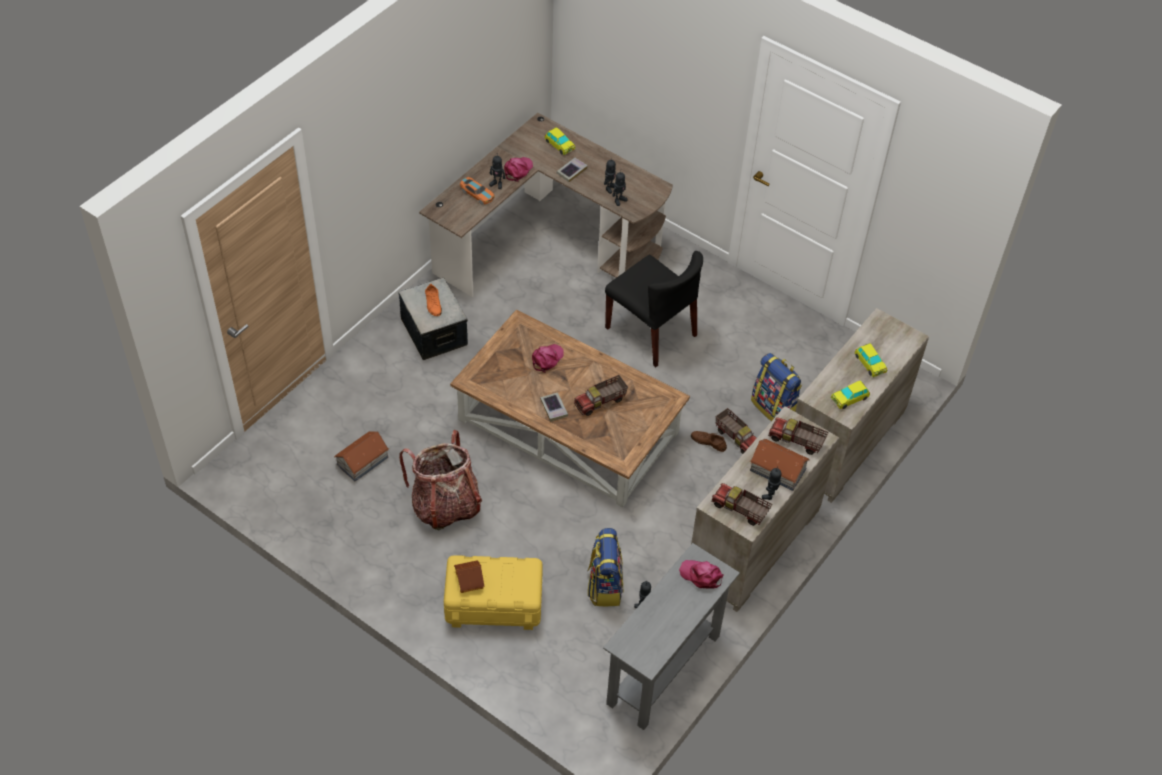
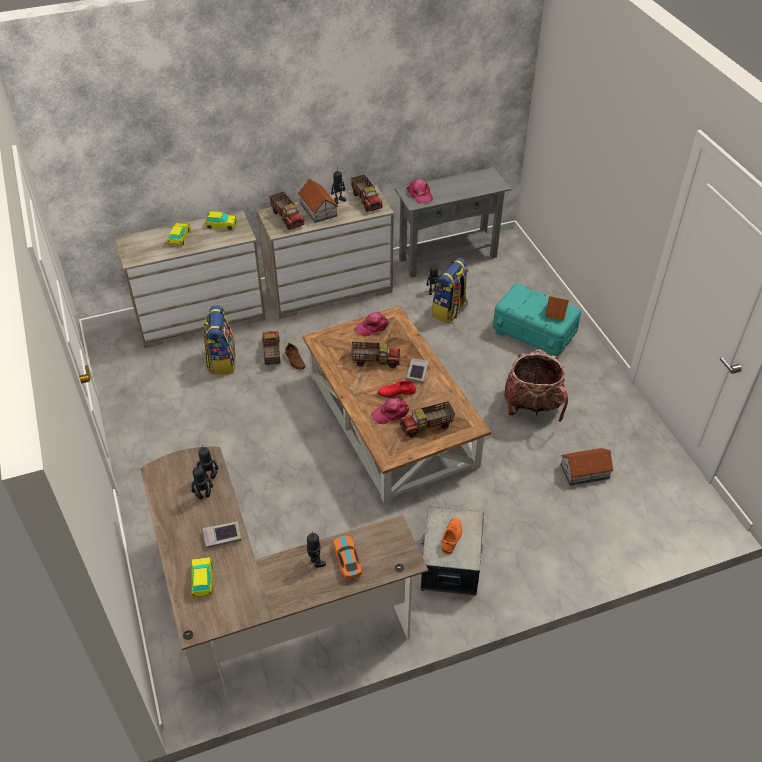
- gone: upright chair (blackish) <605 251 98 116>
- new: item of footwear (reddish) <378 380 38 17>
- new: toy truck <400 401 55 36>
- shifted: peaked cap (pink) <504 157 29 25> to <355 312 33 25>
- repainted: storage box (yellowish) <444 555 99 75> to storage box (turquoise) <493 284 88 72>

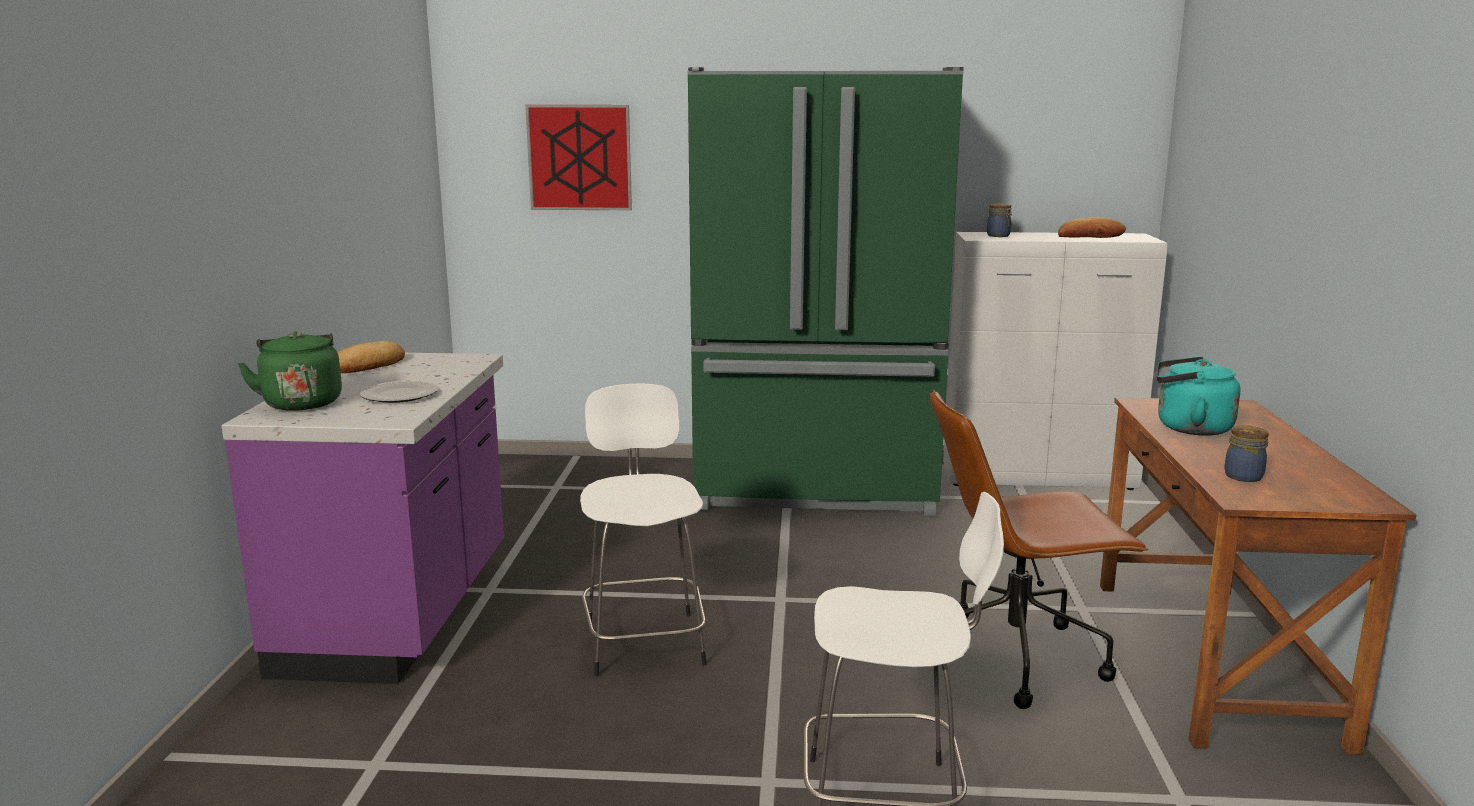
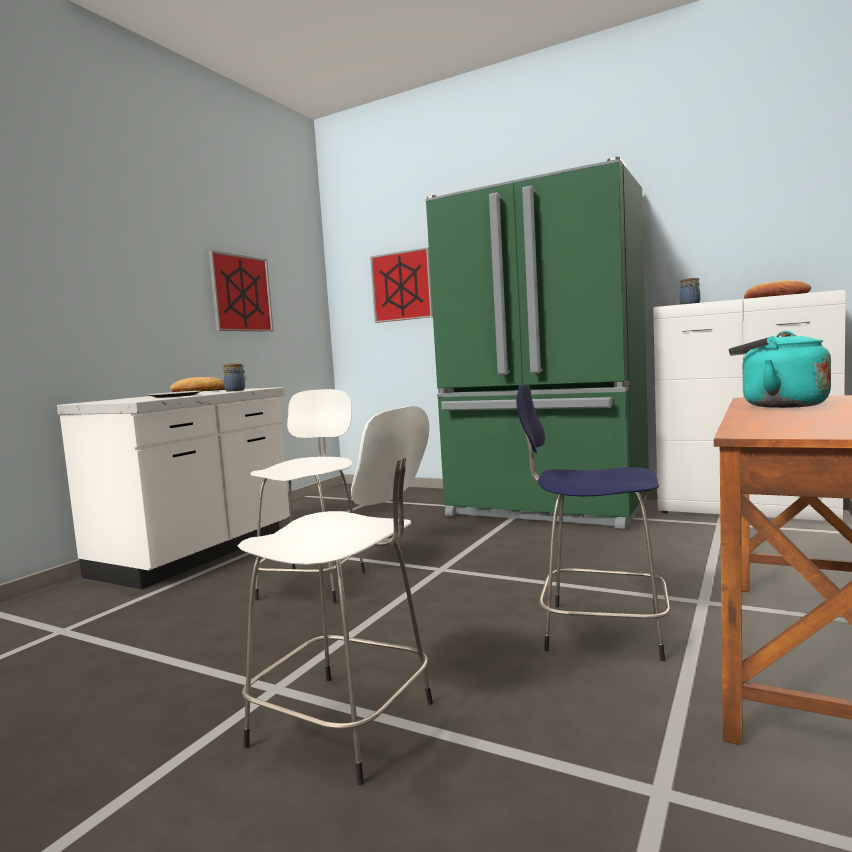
- gone: water kettle (green) <238 331 104 80>
- new: wall art <209 251 65 81>
- shifted: storage jar <1224 425 45 57> to <223 363 23 29>
- swapped: computer chair (brown-coloured) <930 390 218 319> to stool seat (blue) <516 385 154 276>
- repainted: kitchen counter (purple-coloured) <222 353 282 331> to kitchen counter (white-coloured) <57 387 233 202>

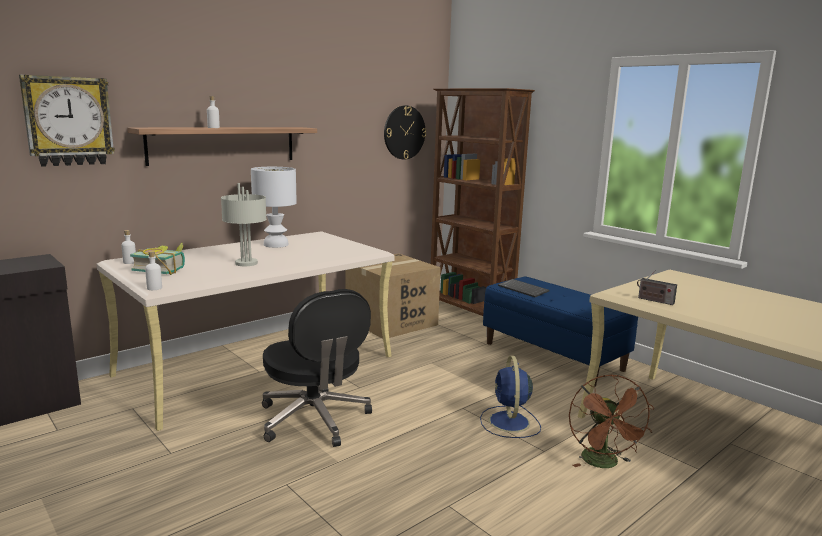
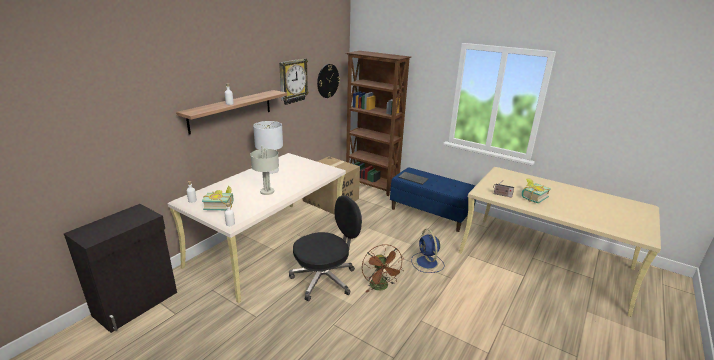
- new: bound book <522 178 29 25>
- shifted: wall clock <19 75 96 92> to <279 58 30 47>
- shifted: electric fan (brown-coloured) <569 374 85 94> to <362 244 42 48>
- rotated: computer chair (blackish) <262 289 110 158> = <289 196 73 105> 75 degrees counterclockwise

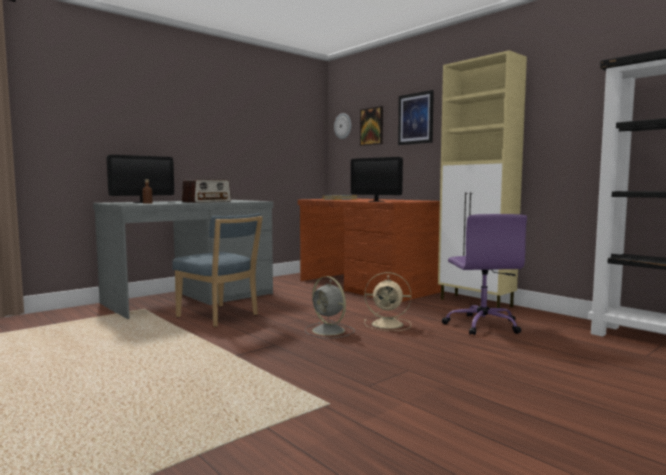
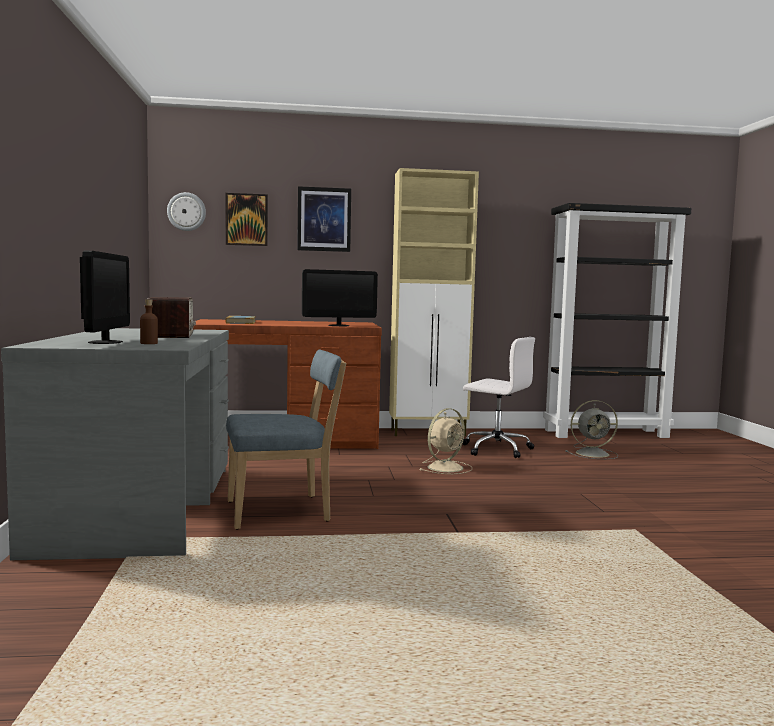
- shifted: electric fan (grey) <305 276 50 63> to <565 400 53 59>
- repainted: computer chair (purple-coloured) <442 214 85 121> to computer chair (white-coloured) <463 337 72 121>

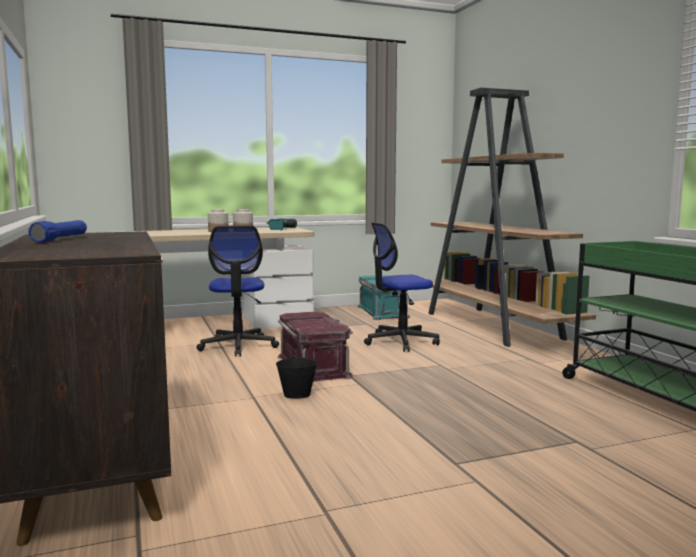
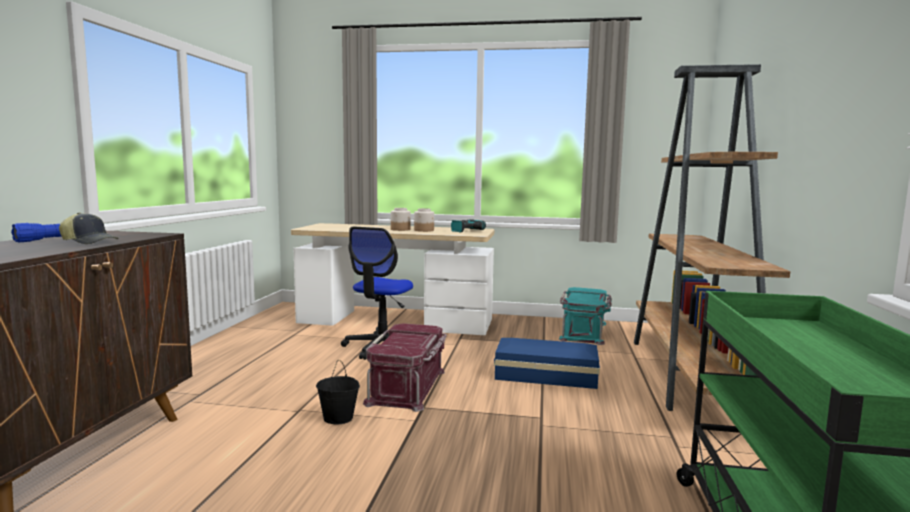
- new: peaked cap <59 212 60 32>
- swapped: computer chair <364 222 76 130> to storage box (blue) <494 338 106 51>

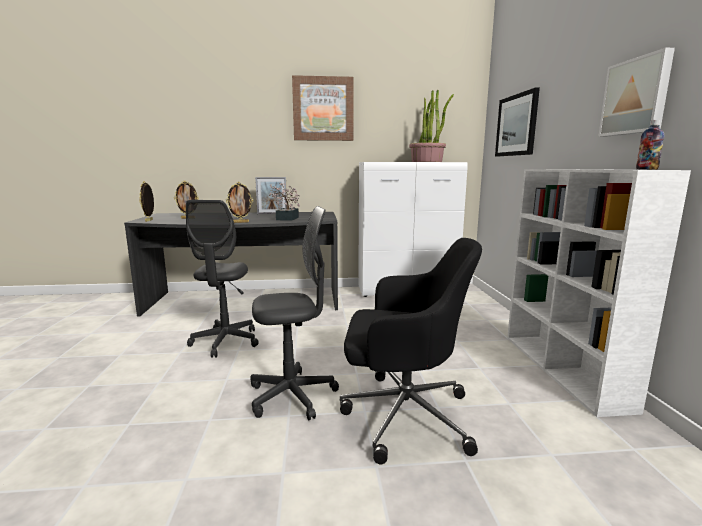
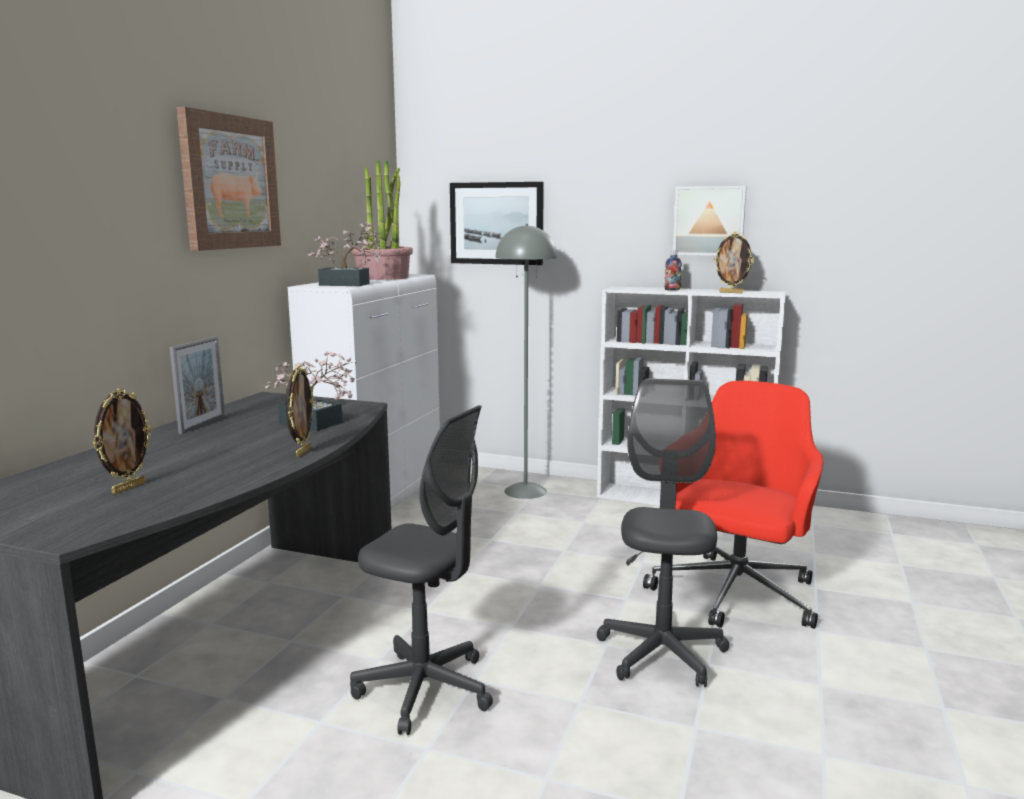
- new: houseplant <308 222 74 64>
- new: floor lamp (grey) <496 224 62 275>
- shifted: photo frame <139 181 15 41> to <713 232 41 61>
- shifted: beverage bottle <636 120 28 50> to <664 251 18 39>
- repainted: computer chair (blackish) <340 238 142 226> to computer chair (reddish) <643 381 180 248>

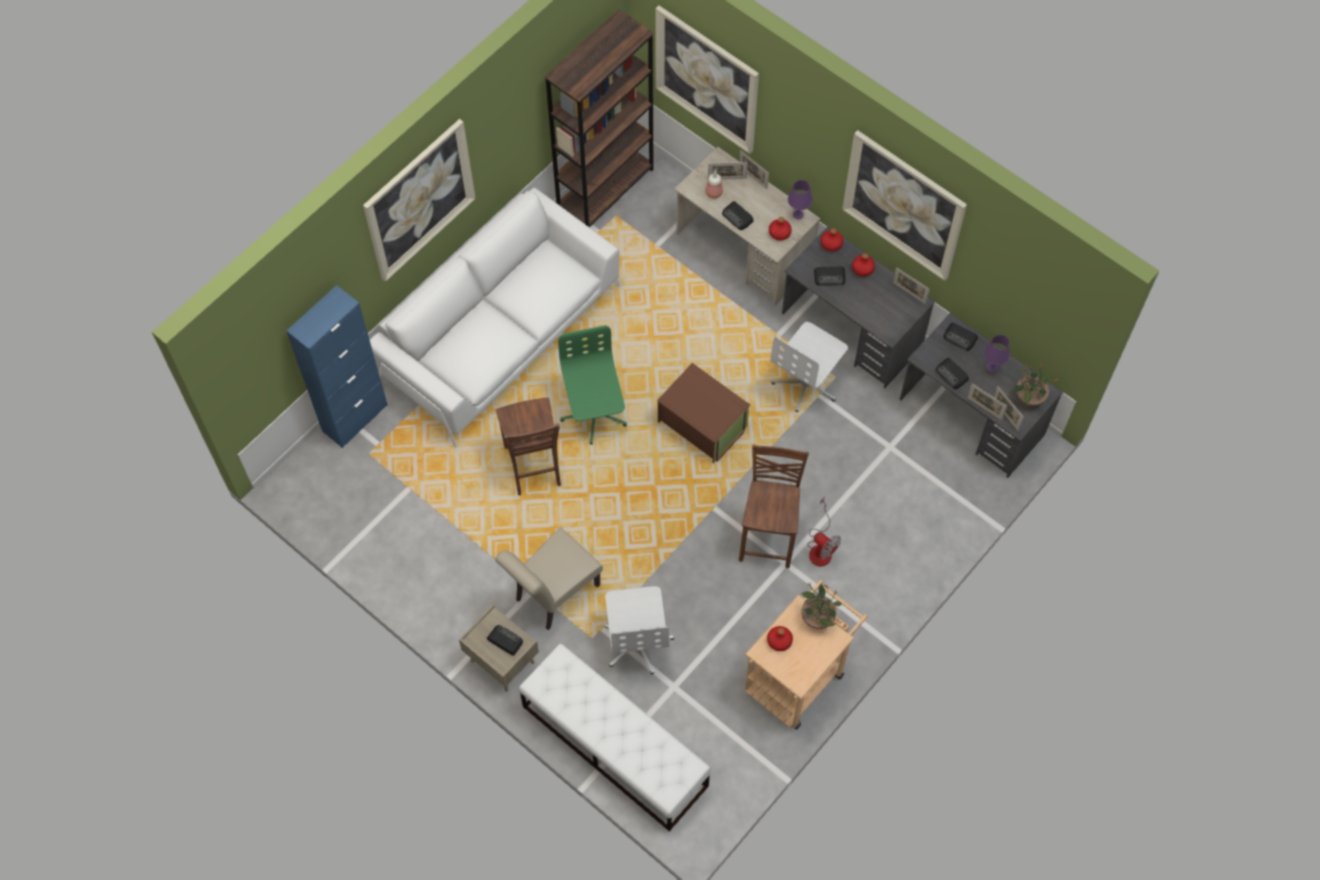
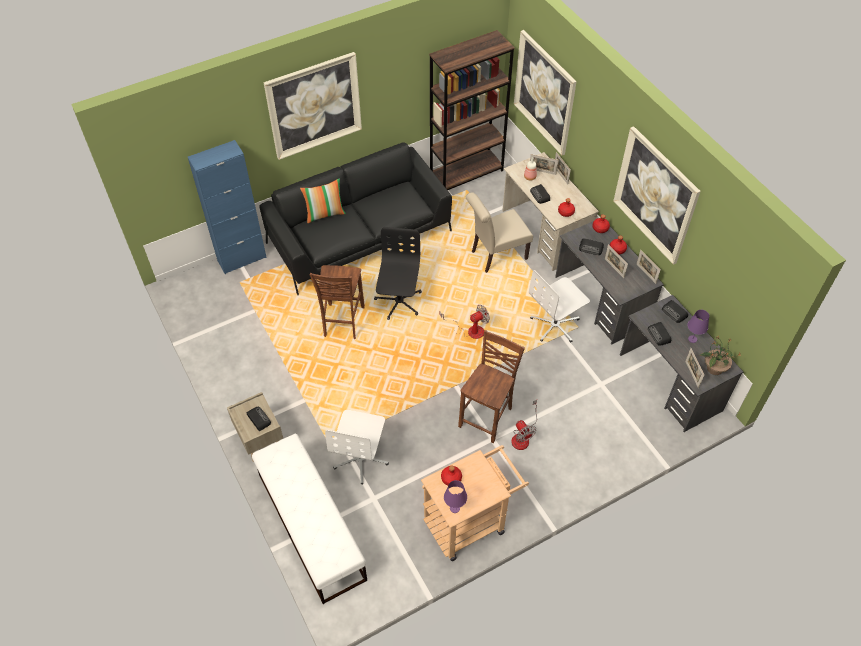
- gone: houseplant <801 583 41 46>
- new: cushion <300 179 46 44>
- shifted: upright chair (sand-coloured) <495 527 108 103> to <466 192 67 81>
- shifted: table lamp (purple-coloured) <788 180 24 39> to <444 480 23 33>
- shifted: photo frame <967 384 40 36> to <605 244 23 34>
- swapped: storage box (brown-coloured) <657 363 93 100> to electric fan <440 305 50 34>
- repainted: couch (white-coloured) <370 188 251 260> to couch (blackish) <259 142 193 153>
- repainted: computer chair (green) <558 325 69 120> to computer chair (blackish) <374 227 48 93>

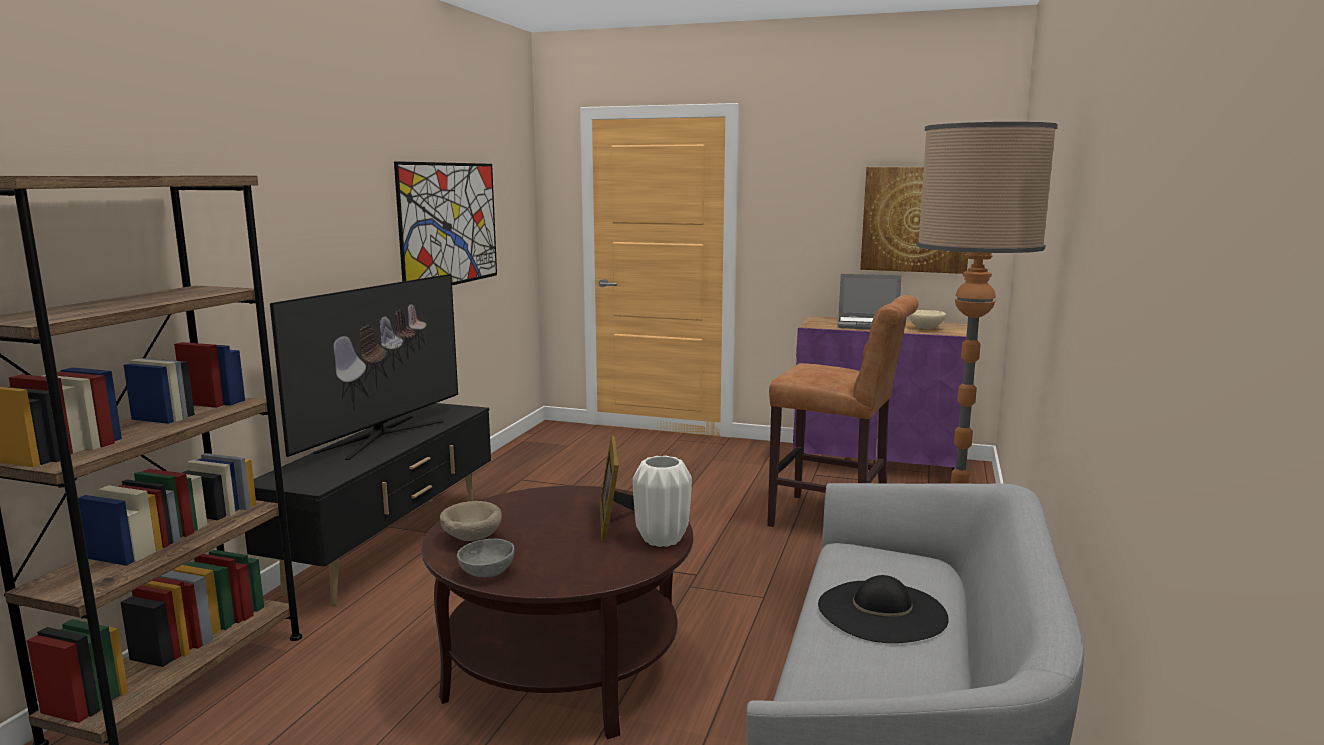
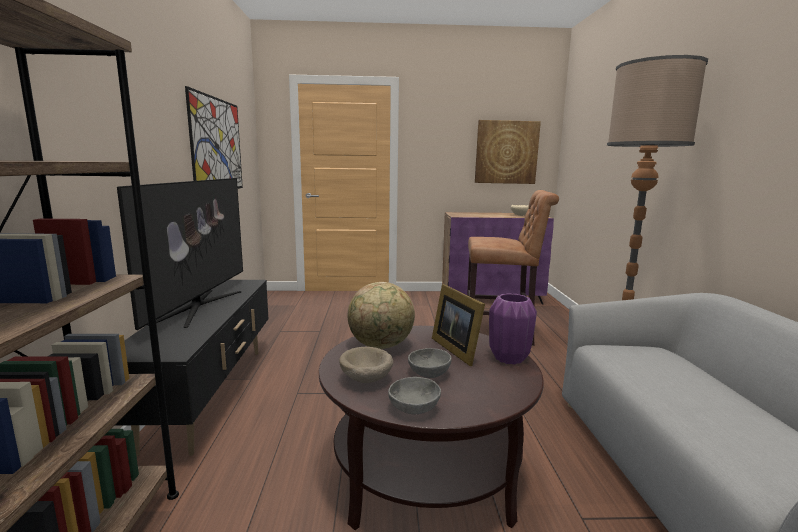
- gone: clothing hat (blackish) <818 575 131 68>
- gone: portable computer <838 274 64 55>
- new: globe <347 282 68 67>
- new: serving bowl (grey) <408 348 44 30>
- repainted: vase (white-coloured) <633 456 59 91> to vase (purple-coloured) <489 293 48 71>

